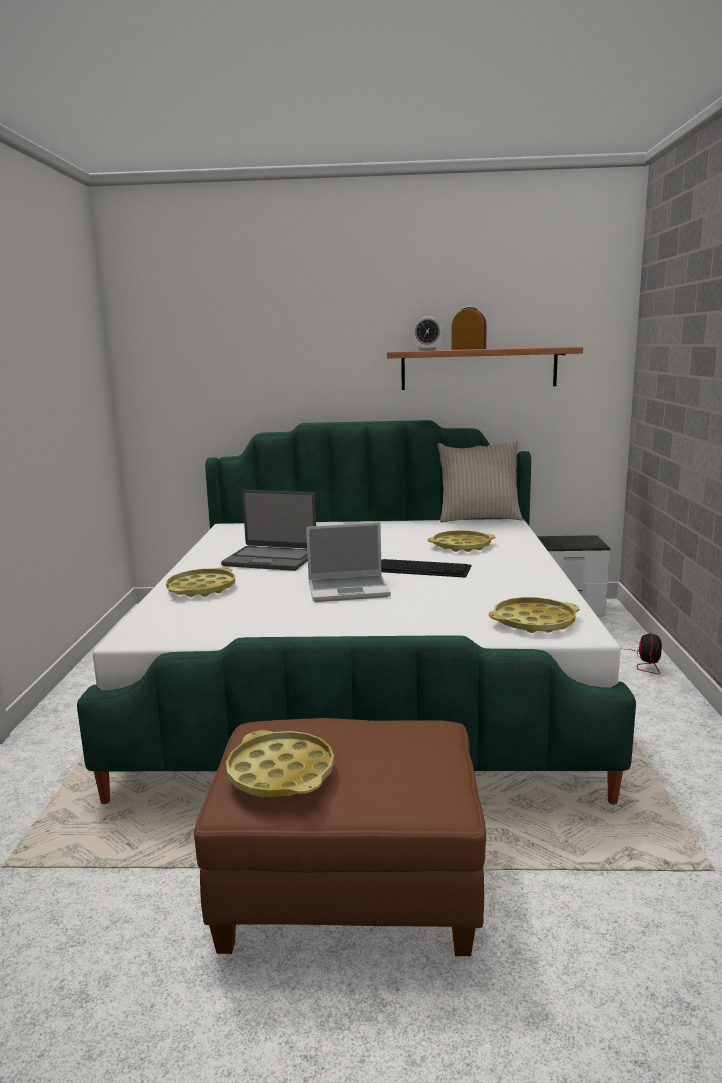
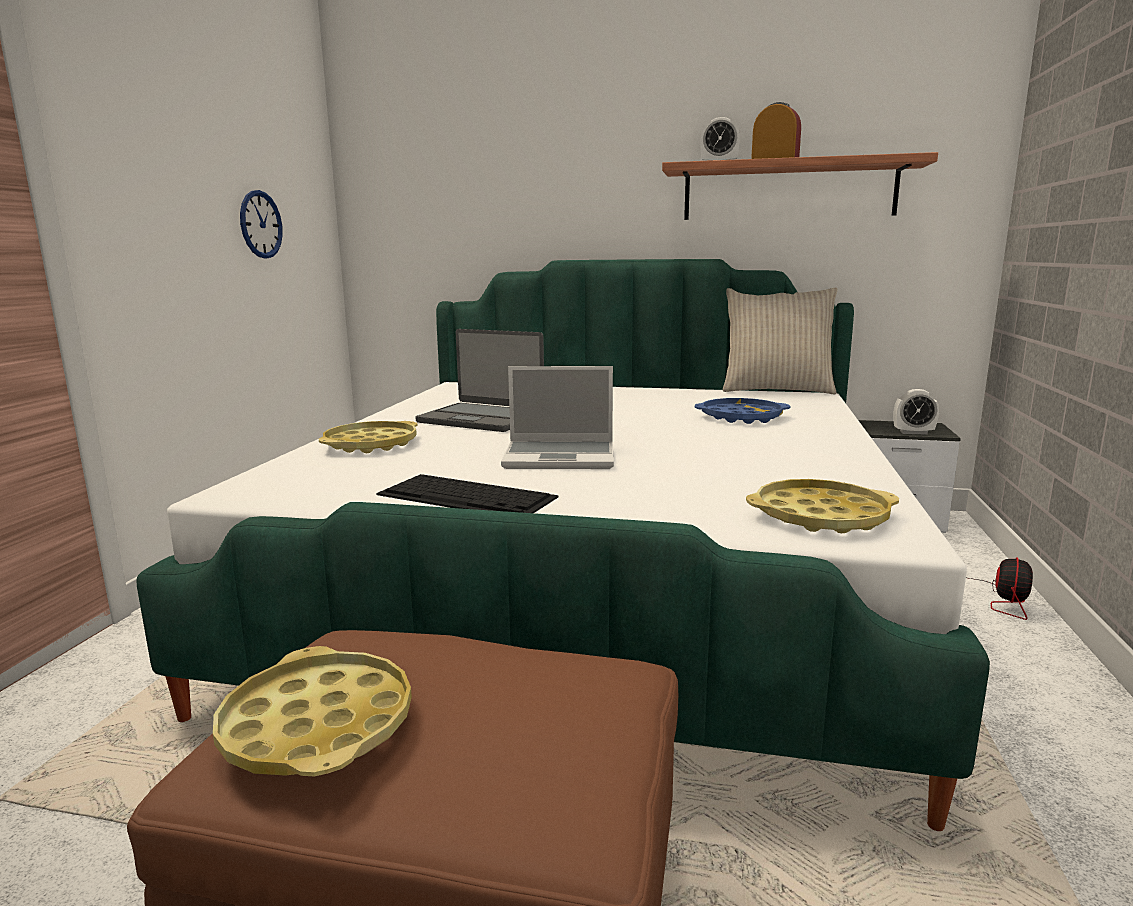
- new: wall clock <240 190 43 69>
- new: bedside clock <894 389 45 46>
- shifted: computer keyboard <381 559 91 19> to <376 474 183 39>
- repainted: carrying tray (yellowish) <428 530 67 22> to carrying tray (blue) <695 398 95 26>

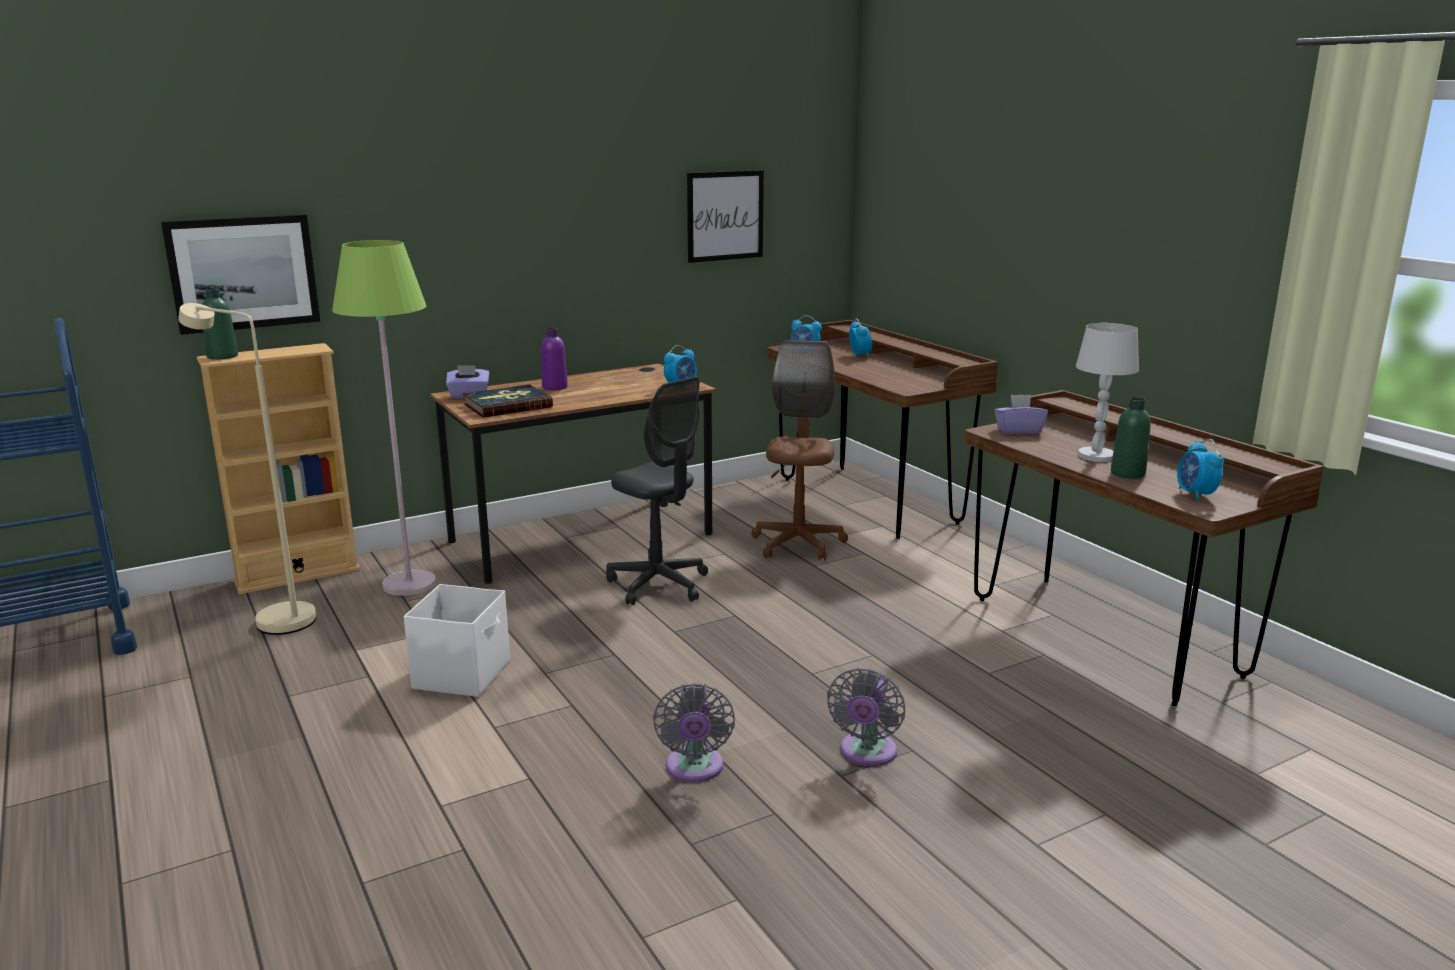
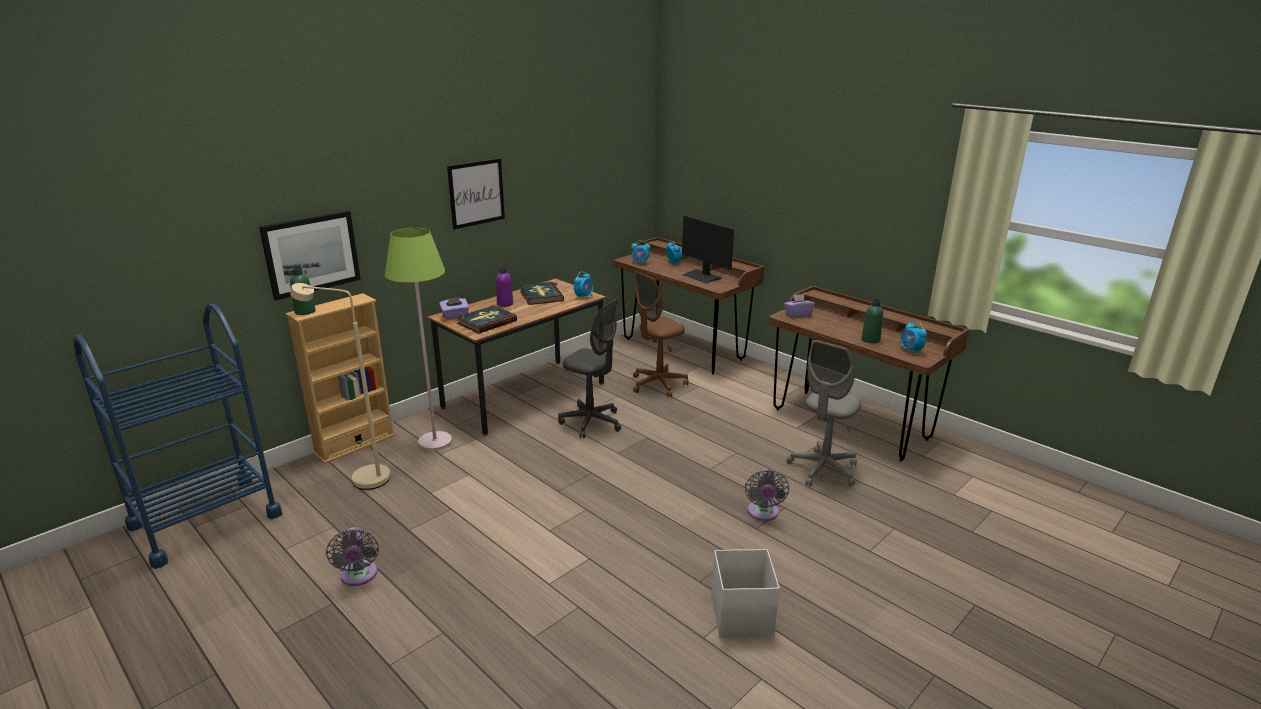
- gone: table lamp (white-coloured) <1076 323 63 139>
- new: bound book <520 282 44 23>
- new: computer screen <682 215 52 69>
- new: computer chair (grey) <787 340 74 146>
- shifted: storage box (white-coloured) <404 584 106 113> to <712 549 68 88>
- shifted: electric fan (grey) <653 683 82 99> to <326 527 53 59>
- shifted: wall art <687 170 77 93> to <447 158 58 71>
- rotated: computer chair (brown-coloured) <751 340 97 221> = <633 271 55 126> 120 degrees counterclockwise

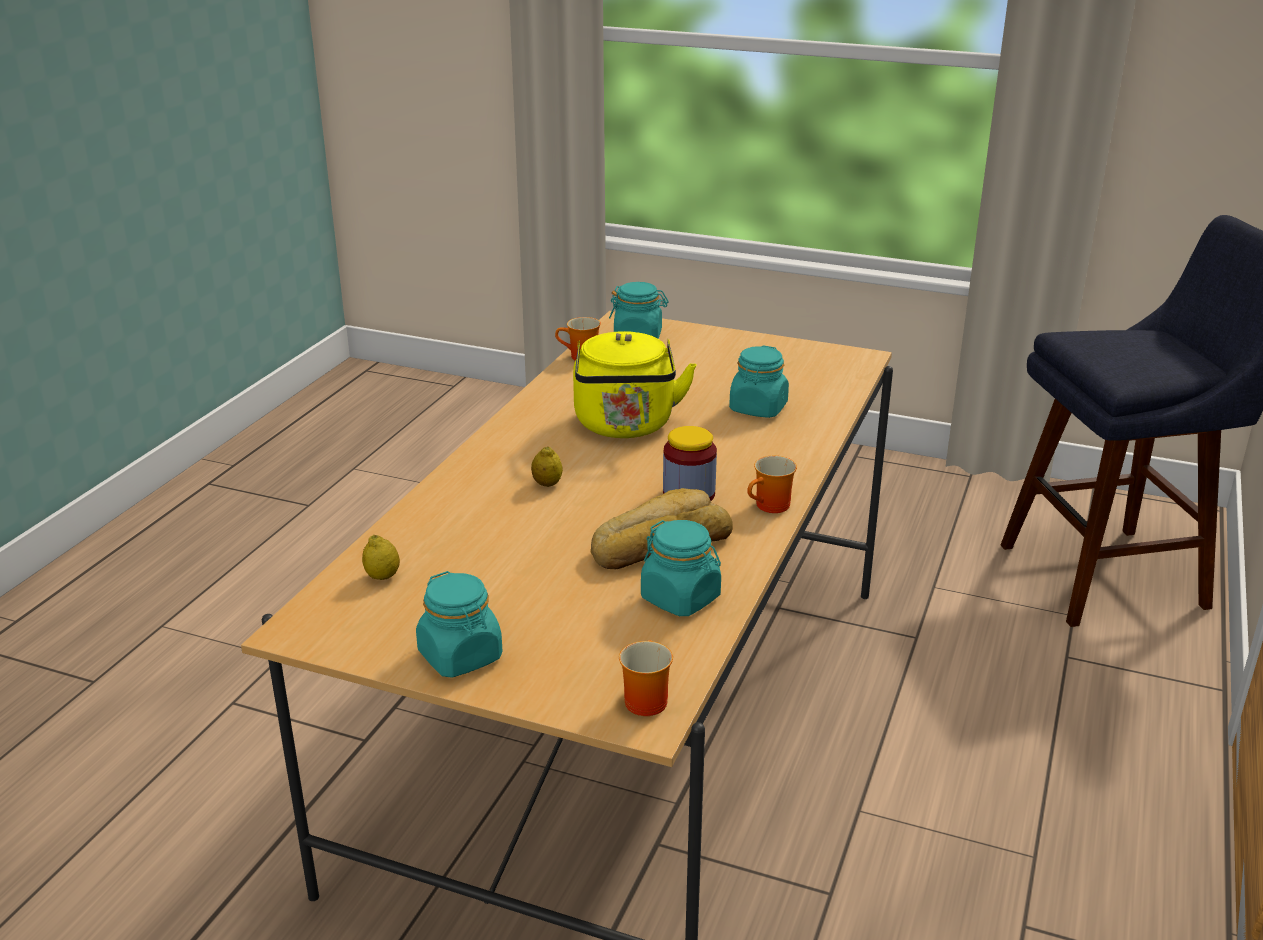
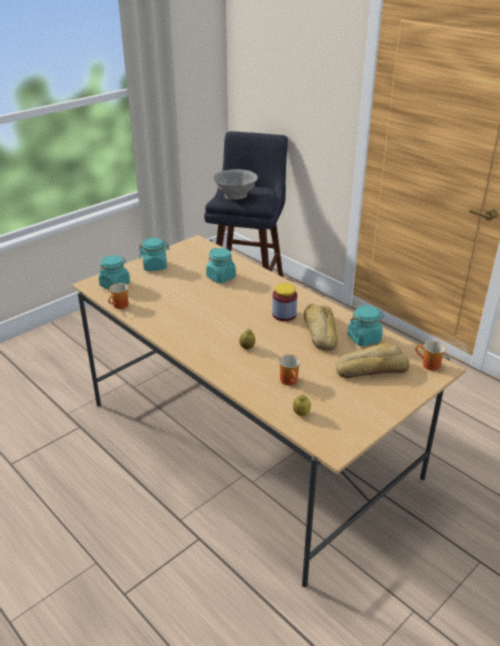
- gone: water kettle (yellowish) <573 331 123 107>
- new: serving bowl (grey) <213 169 45 31>
- new: baked bread <336 343 74 35>
- shifted: storage jar (turquoise) <416 571 86 107> to <139 238 31 33>
- shifted: mug <747 456 50 57> to <279 354 22 31>

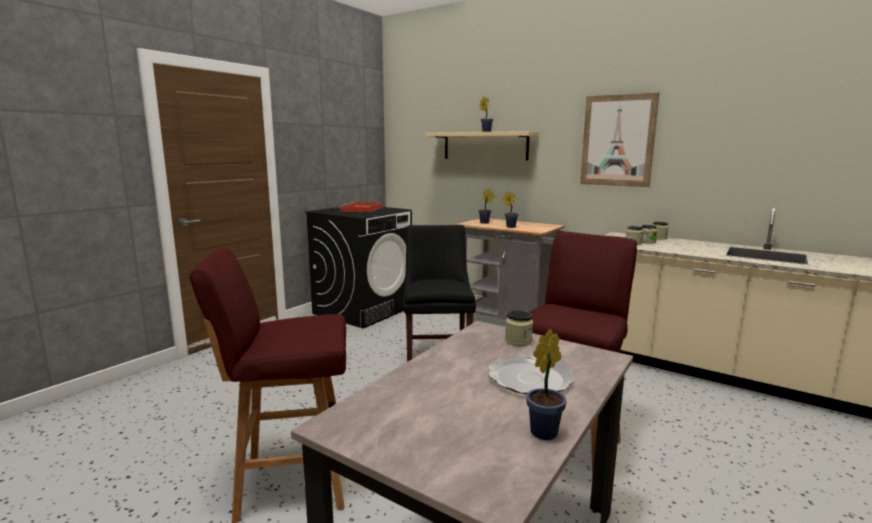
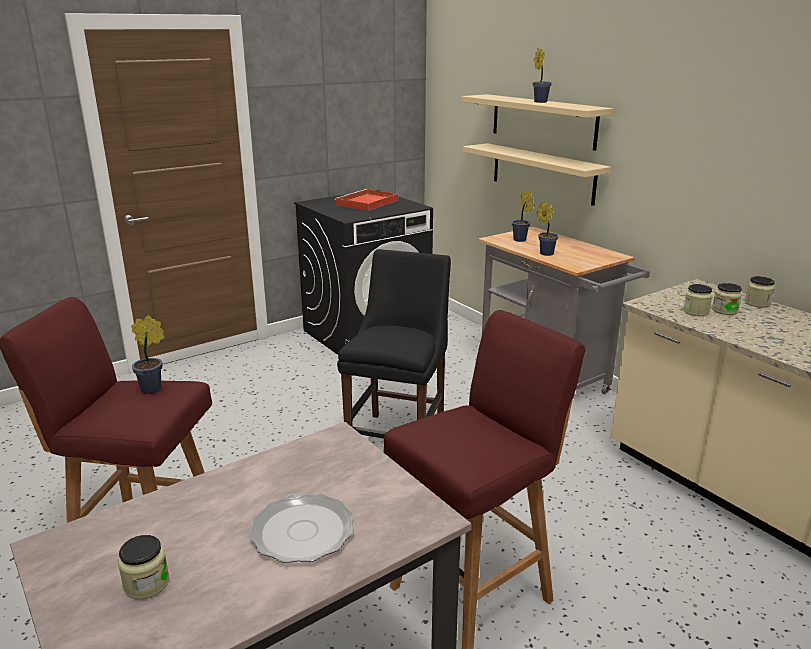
- gone: wall art <580 93 79 94>
- new: shelf (sand-coloured) <463 143 148 63>
- shifted: storage jar <505 311 28 35> to <118 535 51 64>
- shifted: houseplant <526 329 41 111> to <131 315 33 79>

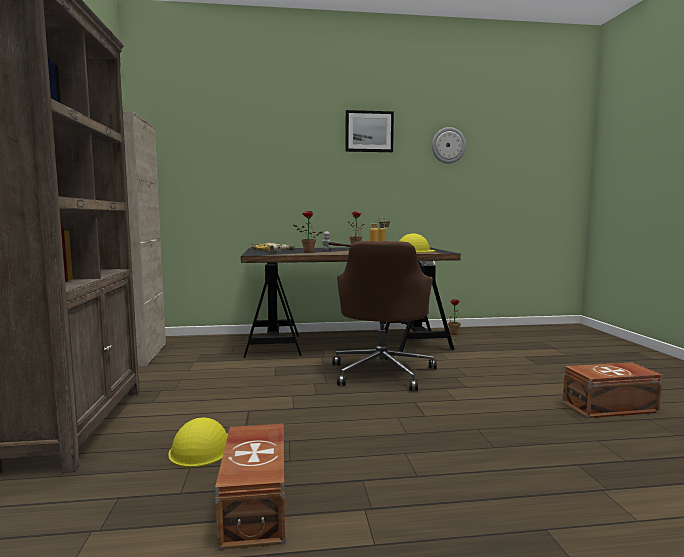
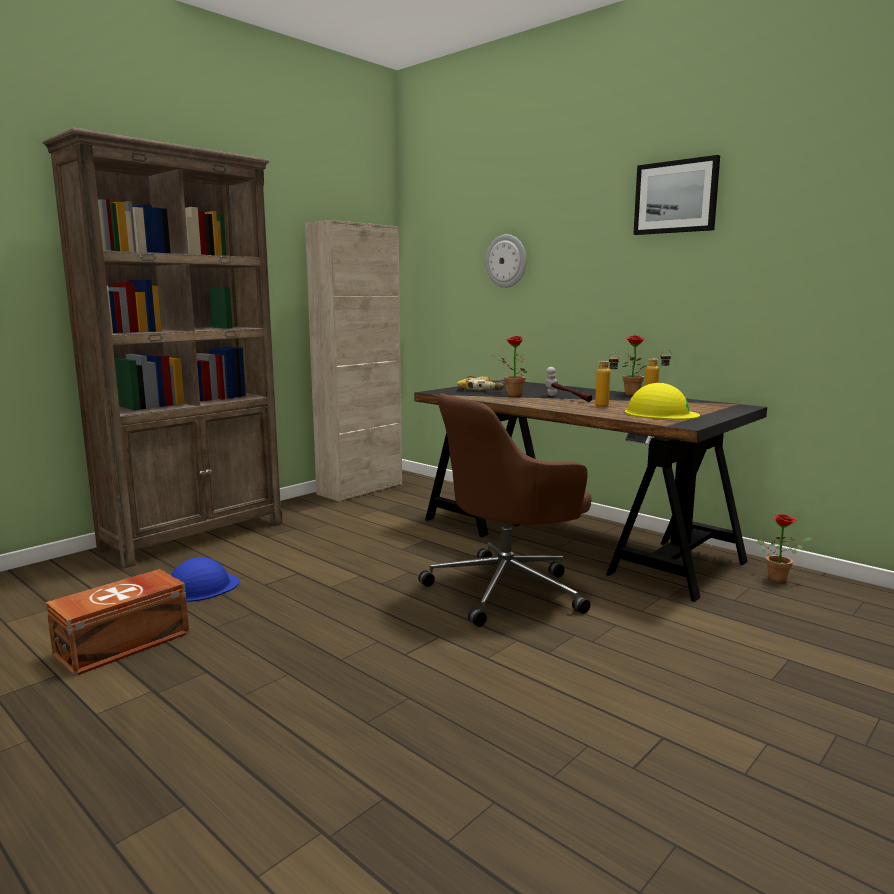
- gone: storage box (brown-coloured) <562 362 100 56>
- shifted: wall clock <432 127 34 37> to <485 234 42 54>
- repainted: safety helmet (yellowish) <168 417 60 50> to safety helmet (blue) <171 557 68 45>

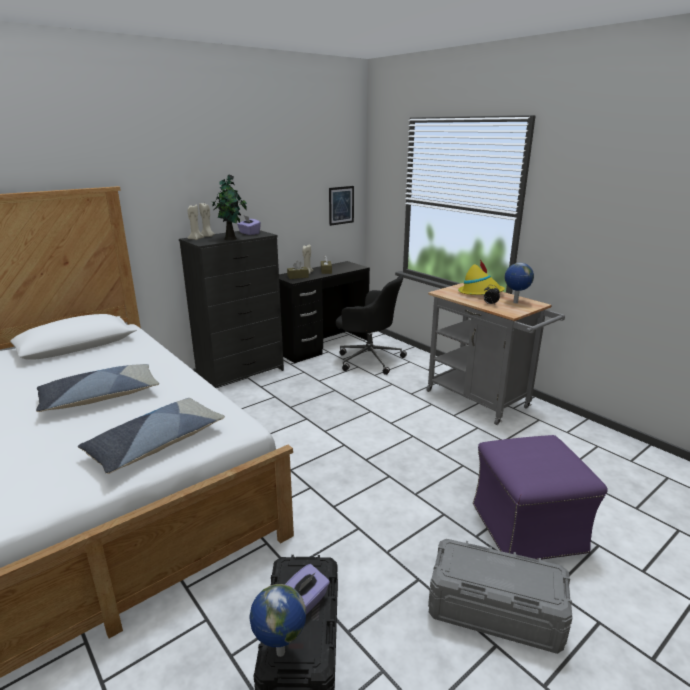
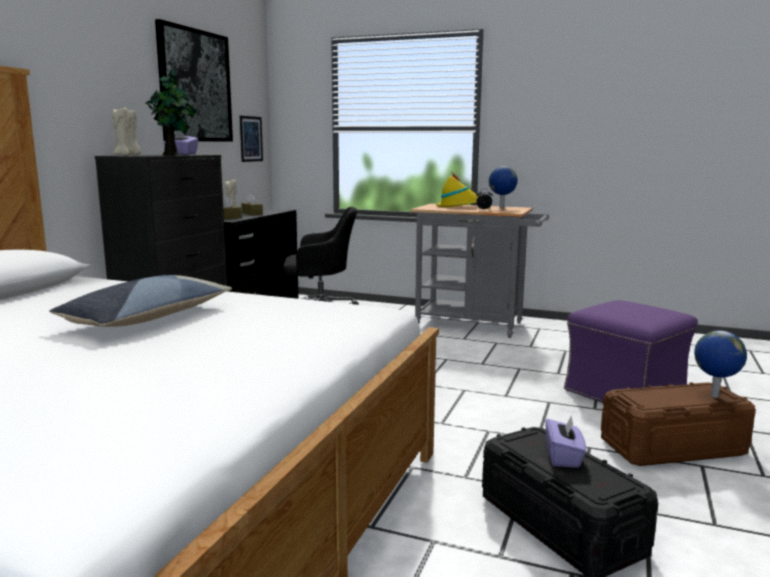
- gone: cushion <78 398 147 76>
- new: wall art <155 19 78 123>
- shifted: globe <250 584 56 73> to <694 330 53 68>
- repainted: storage box (grey) <428 539 145 115> to storage box (brown-coloured) <601 382 155 84>

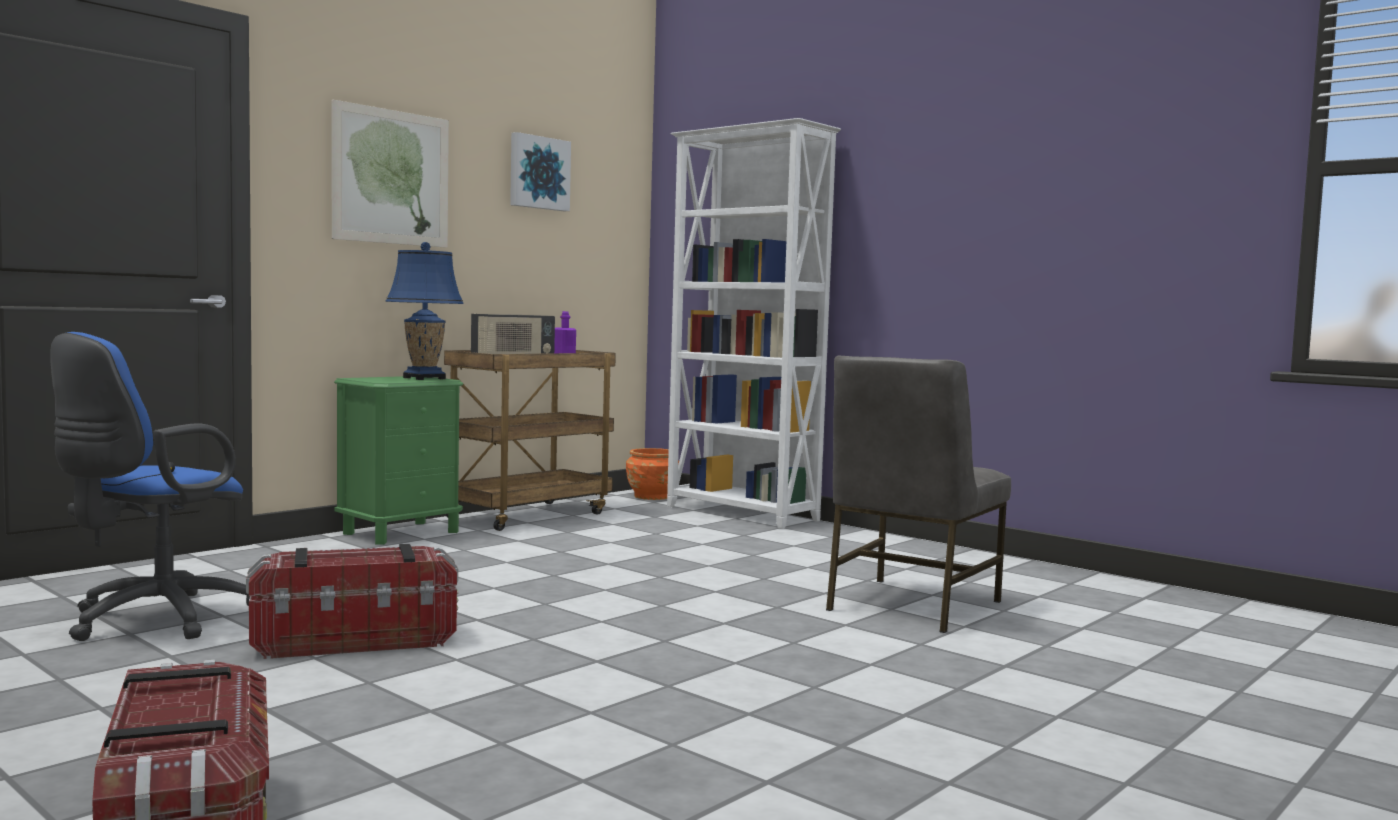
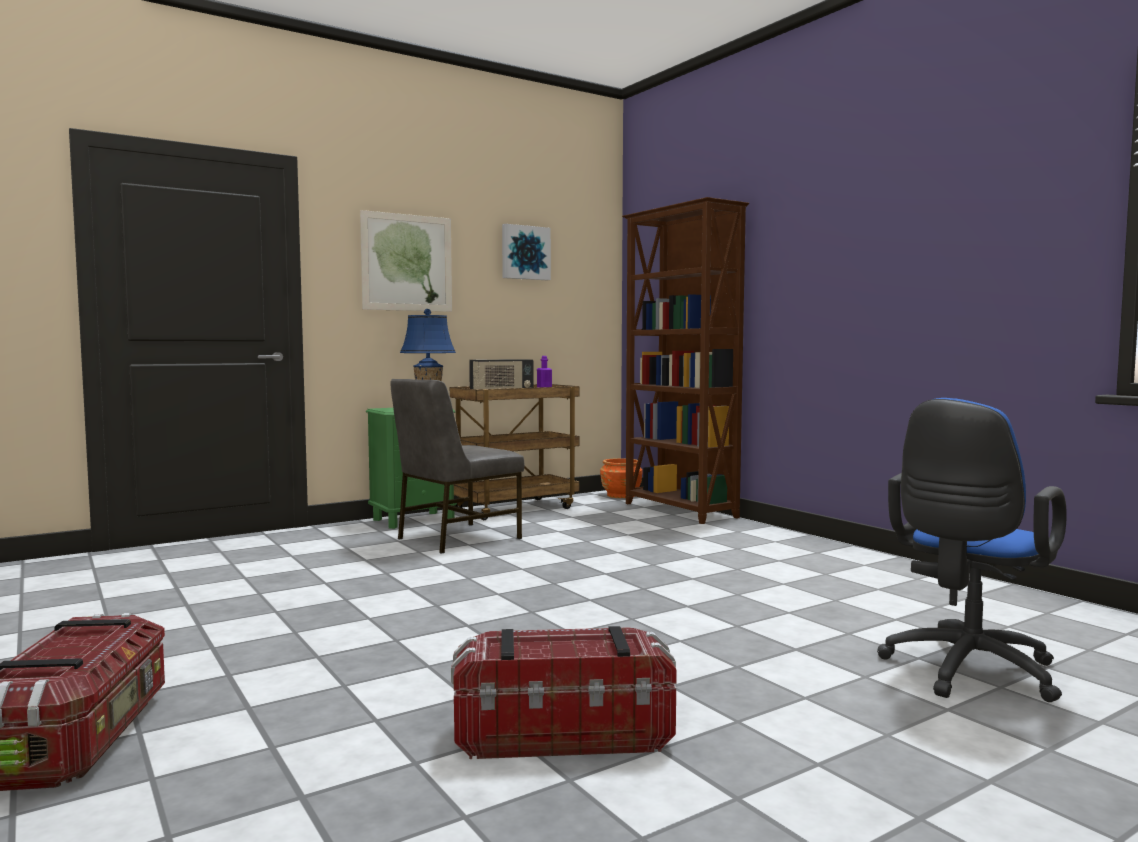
- shifted: computer chair (blue) <50 332 200 309> to <877 398 190 304>
- shifted: storage box <246 544 213 115> to <451 626 226 133>
- shifted: upright chair (grey) <826 356 185 277> to <391 379 133 175>
- repainted: bookcase (white-coloured) <667 118 174 411> to bookcase (brown-coloured) <622 197 127 327>

